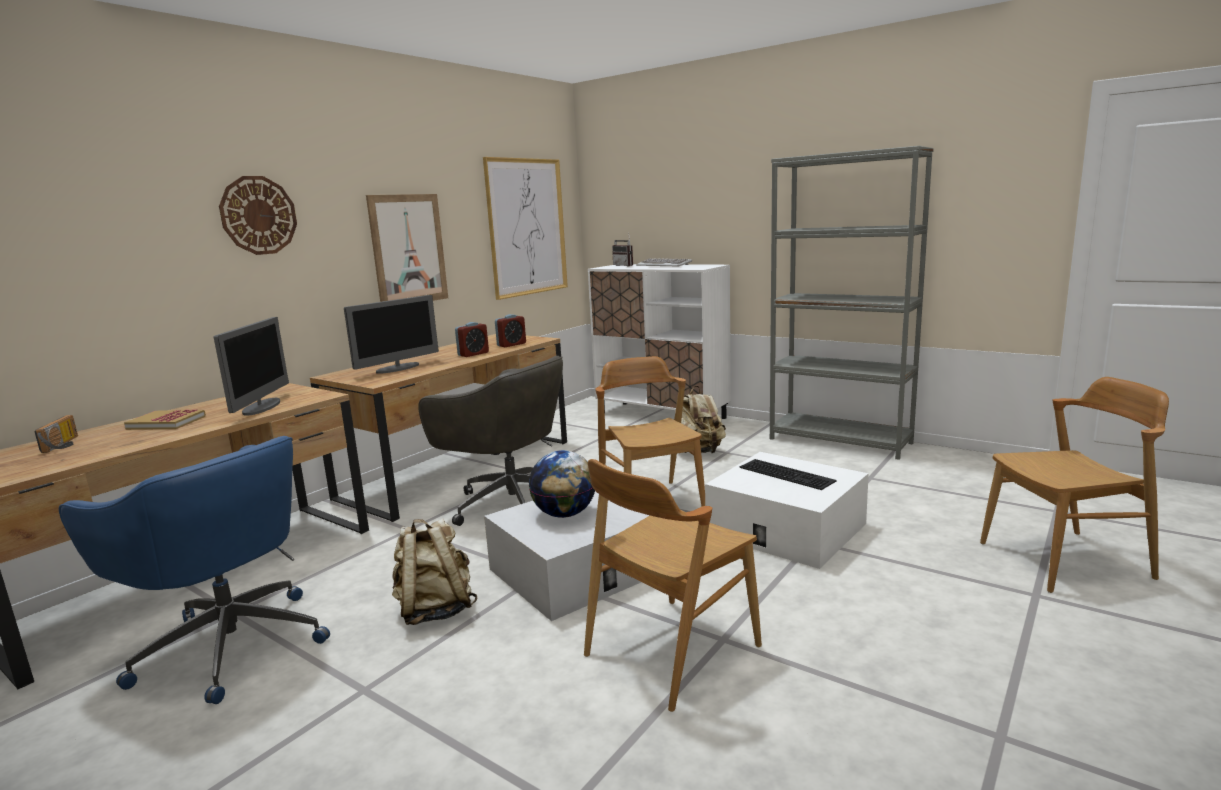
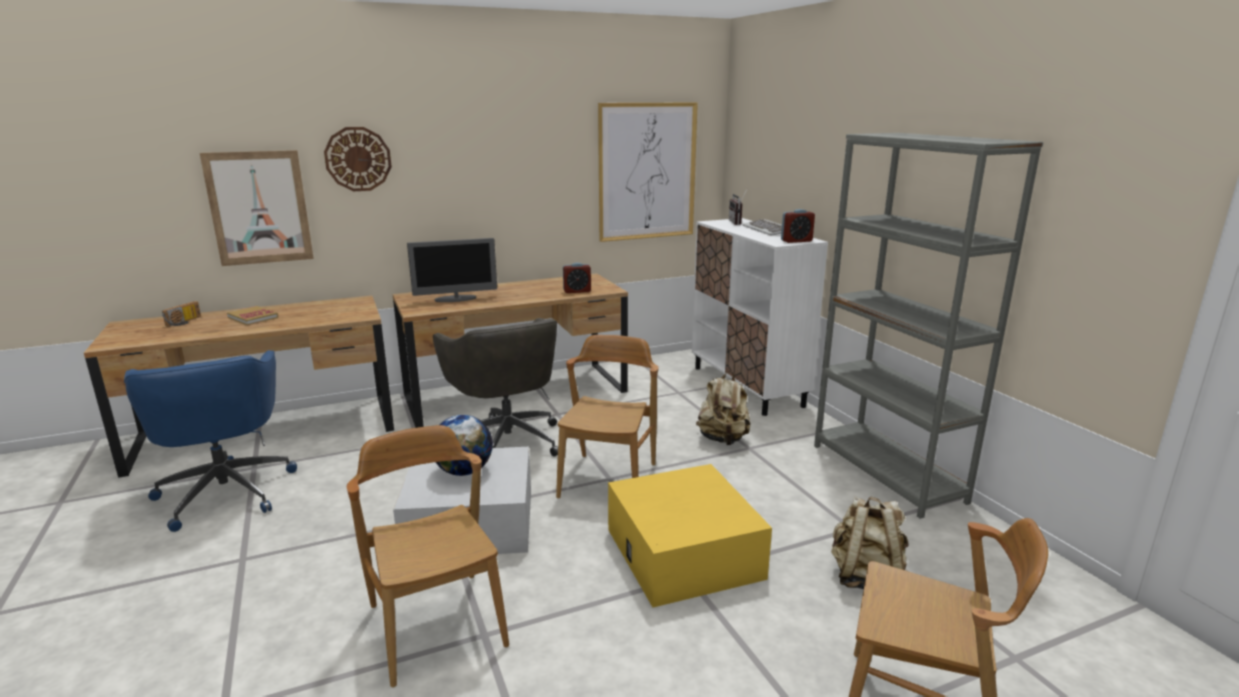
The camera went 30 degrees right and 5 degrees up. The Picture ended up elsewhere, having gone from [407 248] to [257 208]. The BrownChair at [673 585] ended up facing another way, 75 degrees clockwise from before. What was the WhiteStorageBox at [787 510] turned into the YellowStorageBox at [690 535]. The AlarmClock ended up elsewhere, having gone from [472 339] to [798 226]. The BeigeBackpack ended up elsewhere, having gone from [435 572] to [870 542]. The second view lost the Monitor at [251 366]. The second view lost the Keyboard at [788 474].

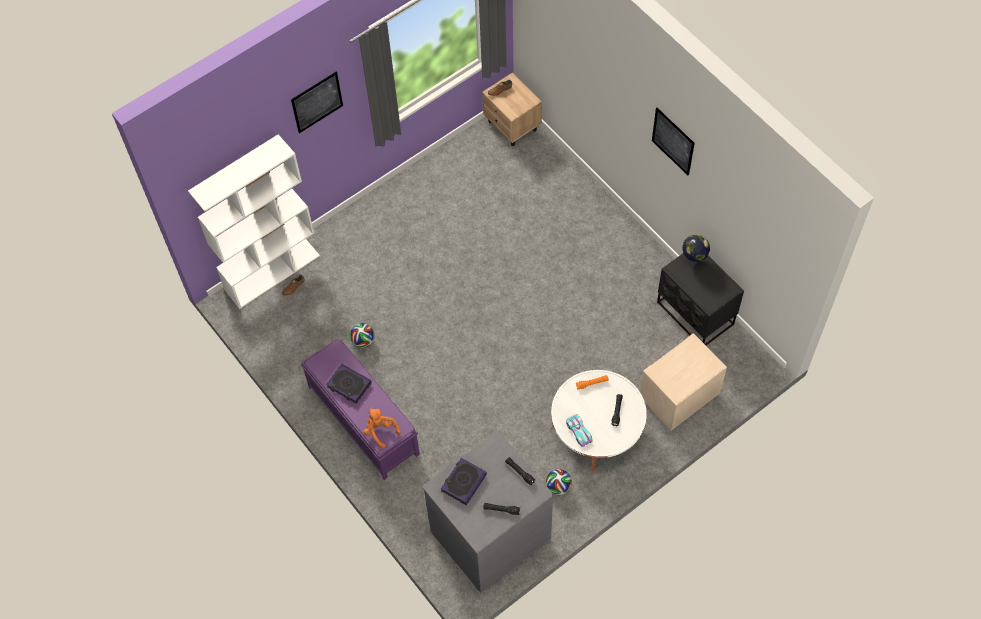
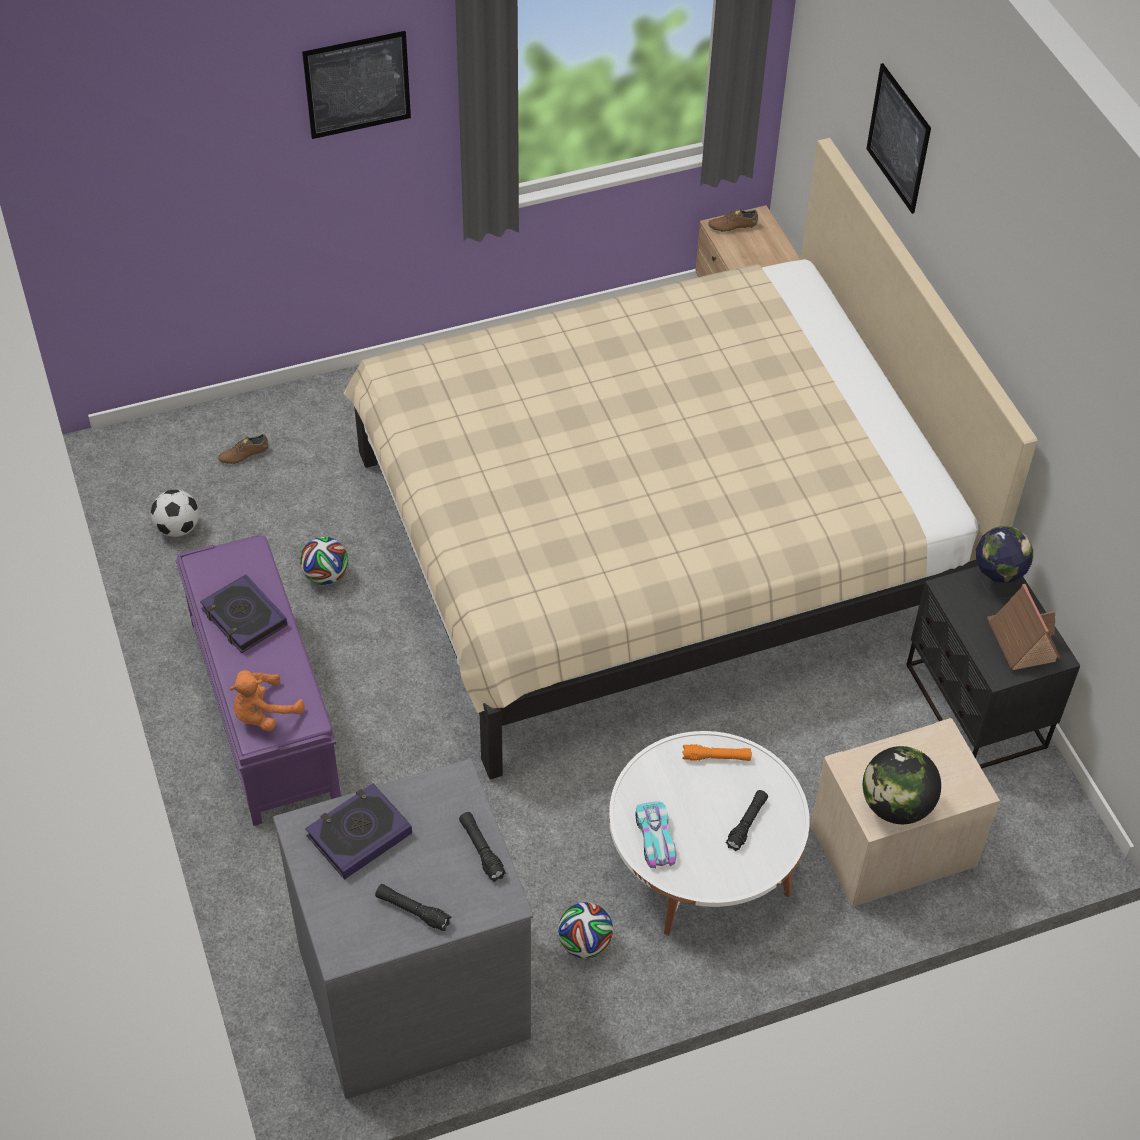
The camera went 15 degrees right and 10 degrees down. The second view gained the Football at [175 513]. The OrangePlushToy at [382 428] ended up facing another way, 105 degrees counterclockwise from before. The second view gained the BeigeBed at [690 458]. The second view gained the Globe at [902 785]. The Picture ended up elsewhere, having gone from [673 141] to [898 138]. The second view gained the ToyHouse at [1024 627]. The second view lost the WhiteBookcase at [254 221].

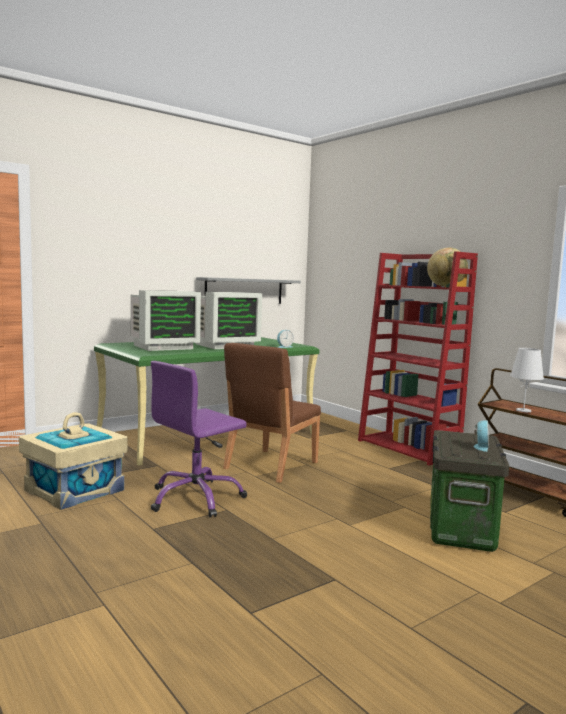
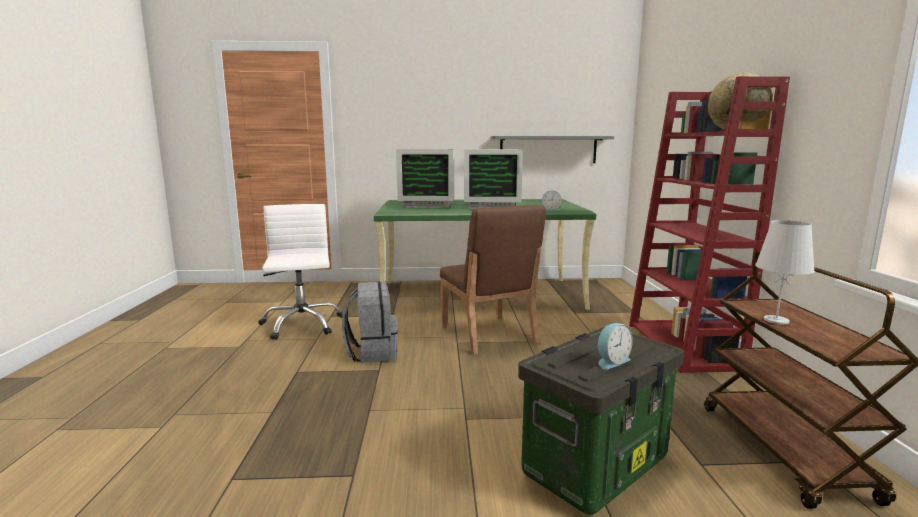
The camera went 35 degrees right and 5 degrees up. Where the BeigeStorageBox stood at [73 461], the WhiteOfficeChair came to stand at [301 272]. Where the PurpleOfficeChair stood at [199 439], the GreyBackpack came to stand at [370 322]. The BrownChair at [272 413] ended up facing another way, 90 degrees counterclockwise from before.

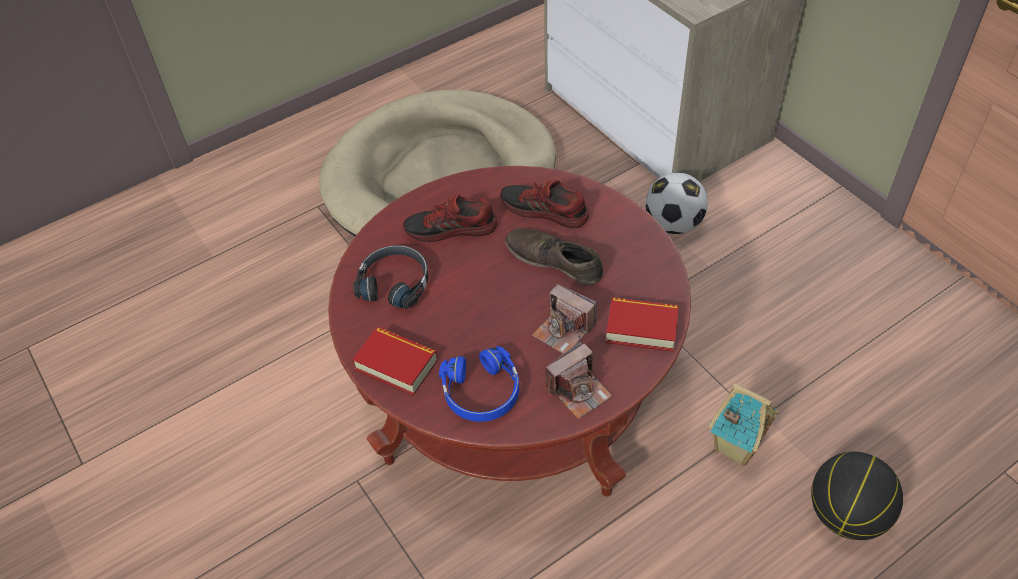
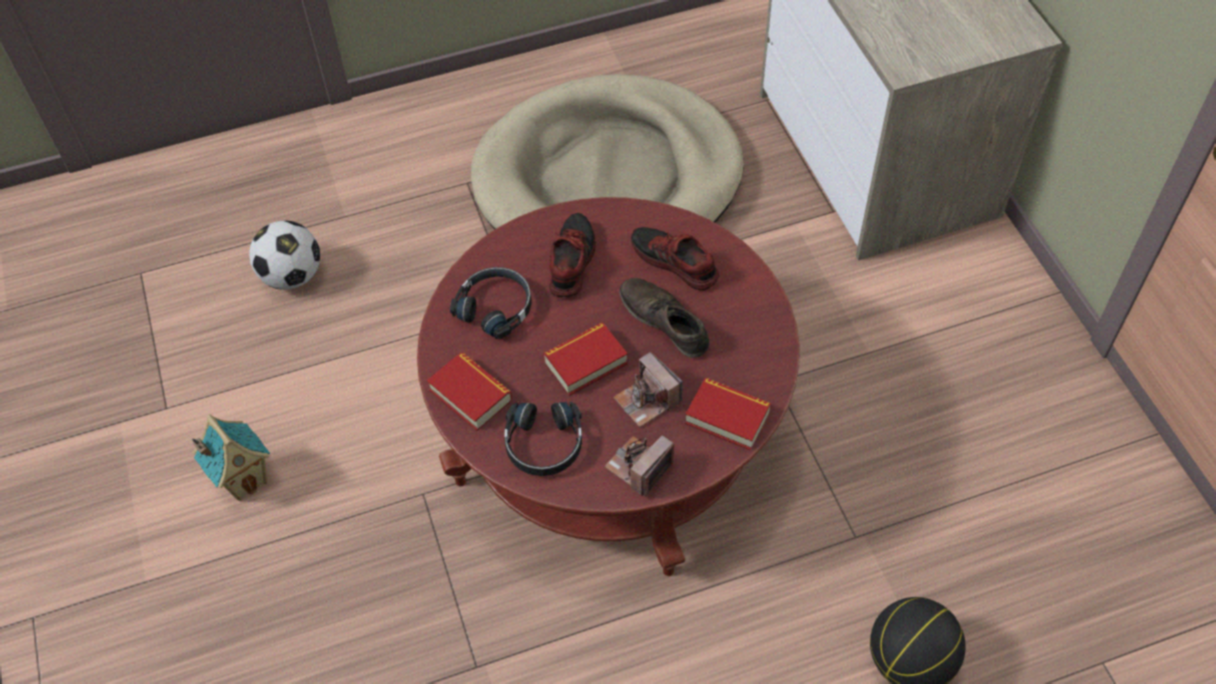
The camera went 15 degrees right and 5 degrees up. The ToyHouse ended up elsewhere, having gone from [744 424] to [231 458]. The Football ended up elsewhere, having gone from [676 203] to [284 255]. What was the BlueHeadphones at [479 384] turned into the BlackHeadphones at [543 439]. The second view gained the Book at [585 359]. The Shoe at [450 218] ended up facing another way, 90 degrees clockwise from before. The PhotoCamera at [579 380] ended up facing another way, 150 degrees clockwise from before.

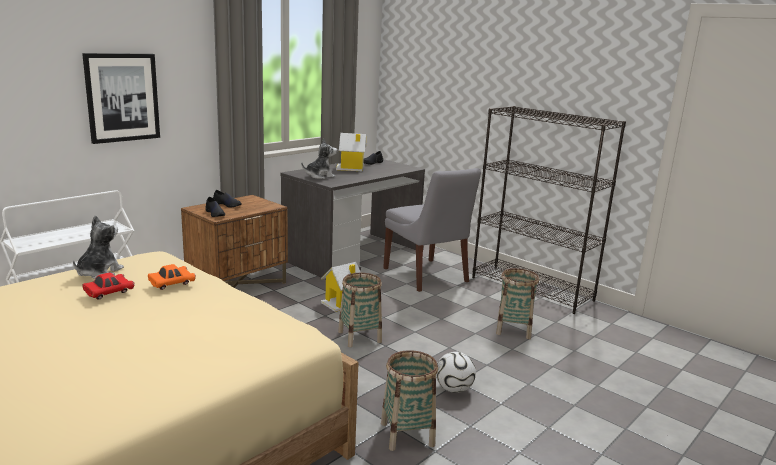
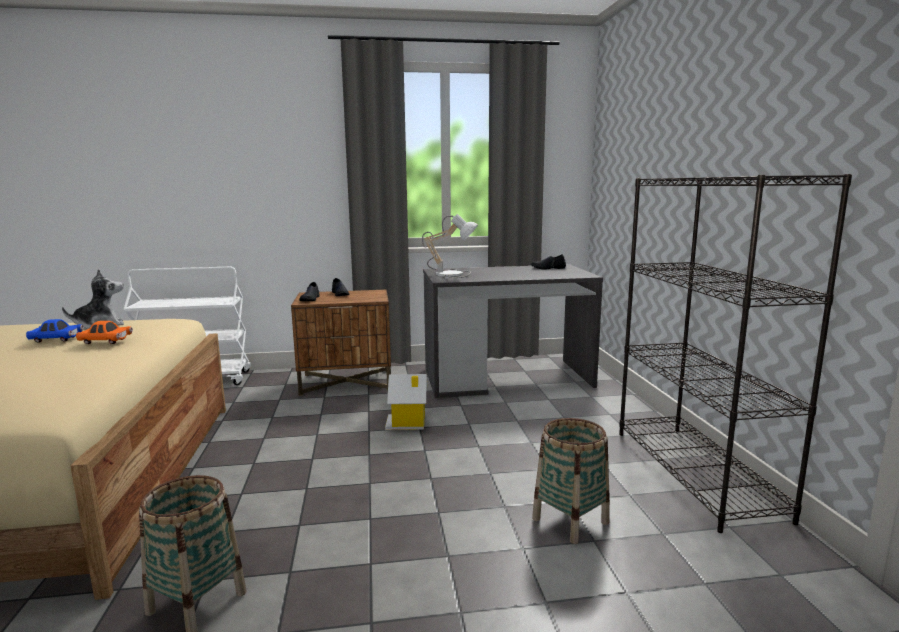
The camera went 40 degrees right and 5 degrees down. What was the RedToyCar at [108 286] turned into the BlueToyCar at [55 331]. Where the PlushToy stood at [319 158], the TableLamp came to stand at [450 246]. The second view lost the Picture at [121 98]. The second view lost the ToyHouse at [351 152]. The second view lost the Basket at [360 310]. The second view lost the GreyChair at [432 230]. The second view lost the Football at [456 372].

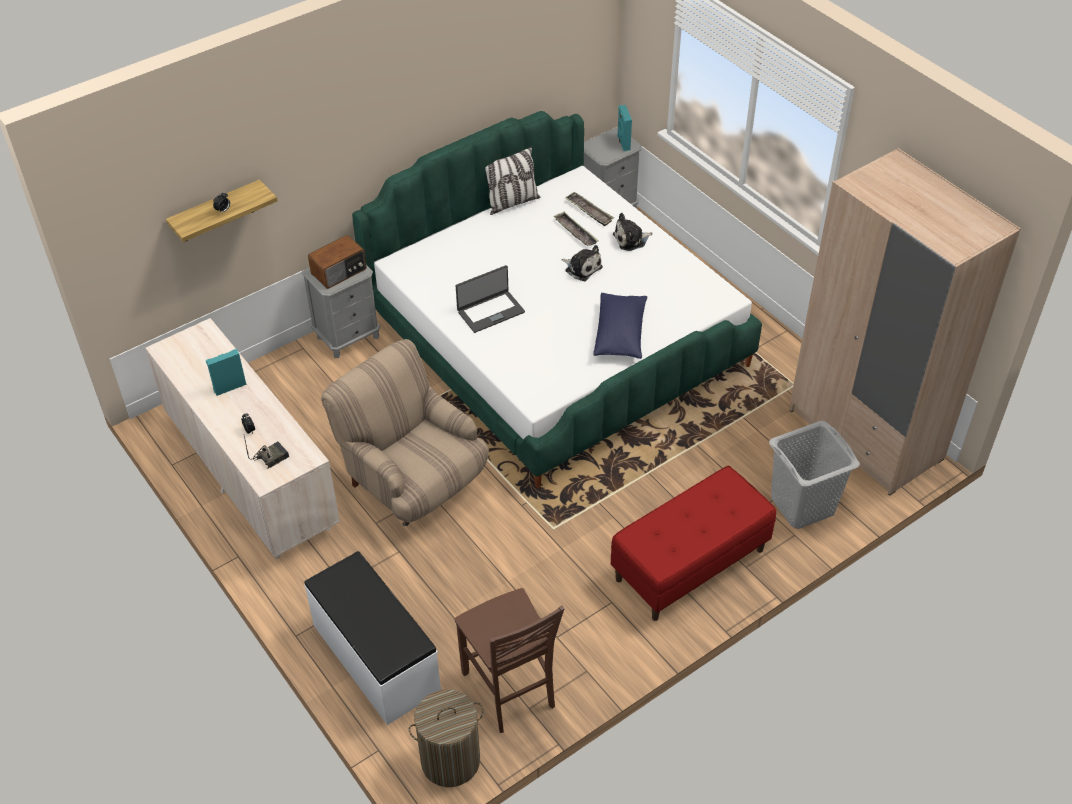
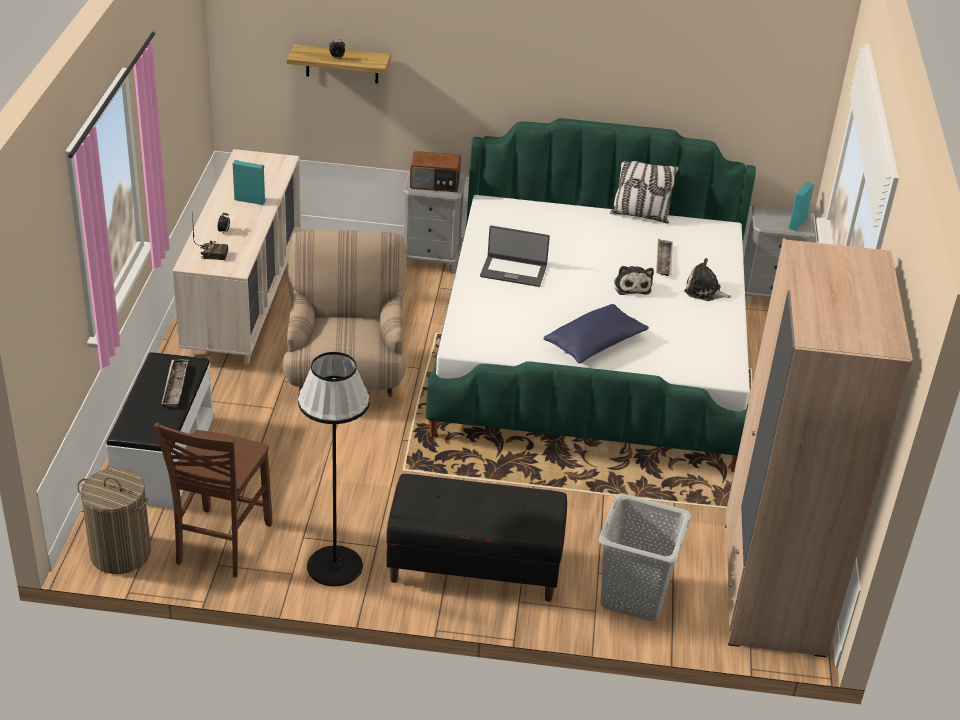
The camera went 40 degrees right and 10 degrees down. The Tray ended up elsewhere, having gone from [589 209] to [174 383]. The second view gained the BlackFloorLamp at [334 469]. What was the RedBench at [693 543] turned into the BlackBench at [476 538].

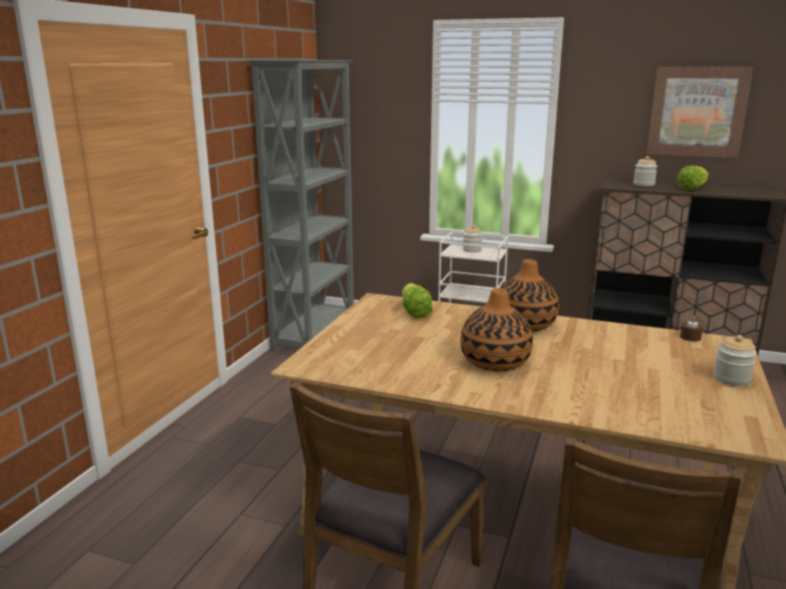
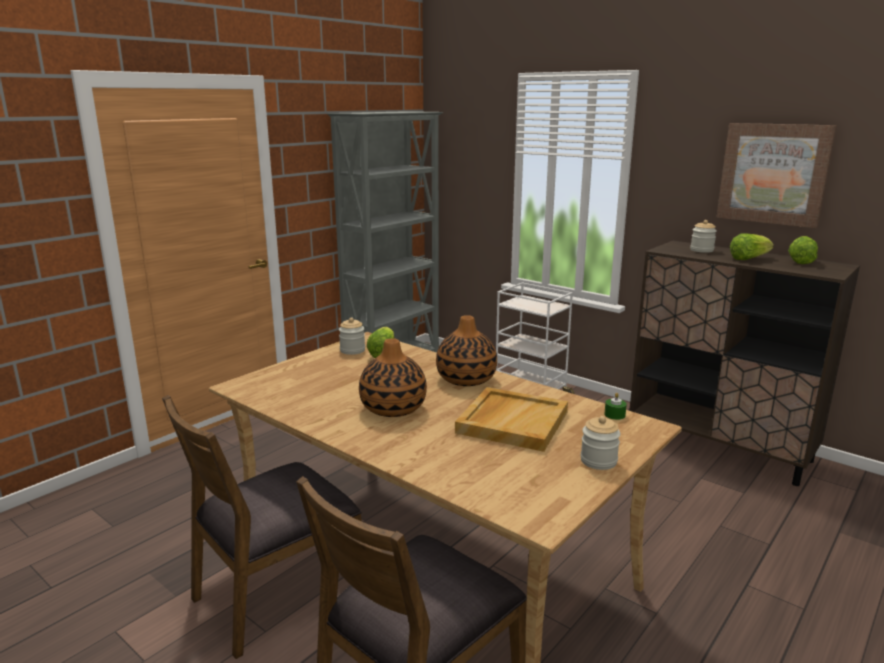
The camera went 20 degrees right and 0 degrees up. The Jar ended up elsewhere, having gone from [472 239] to [352 336]. The second view gained the BeigeTray at [511 419]. What was the BrownCandle at [691 328] turned into the GreenCandle at [616 406]. The second view gained the Lettuce at [803 250].

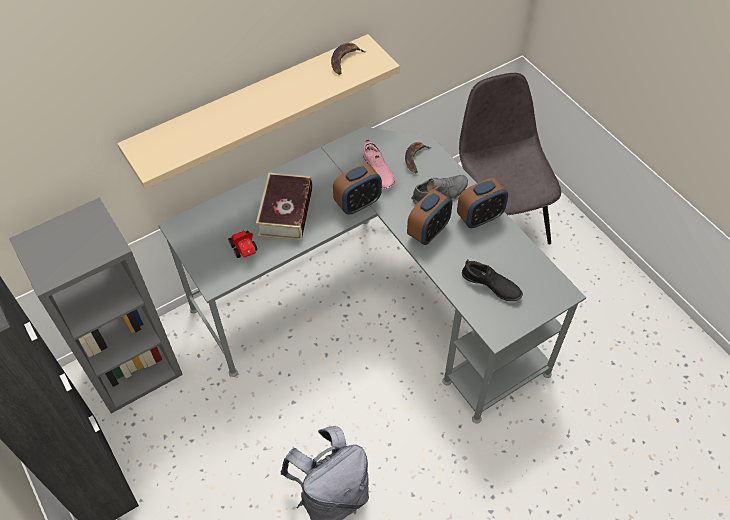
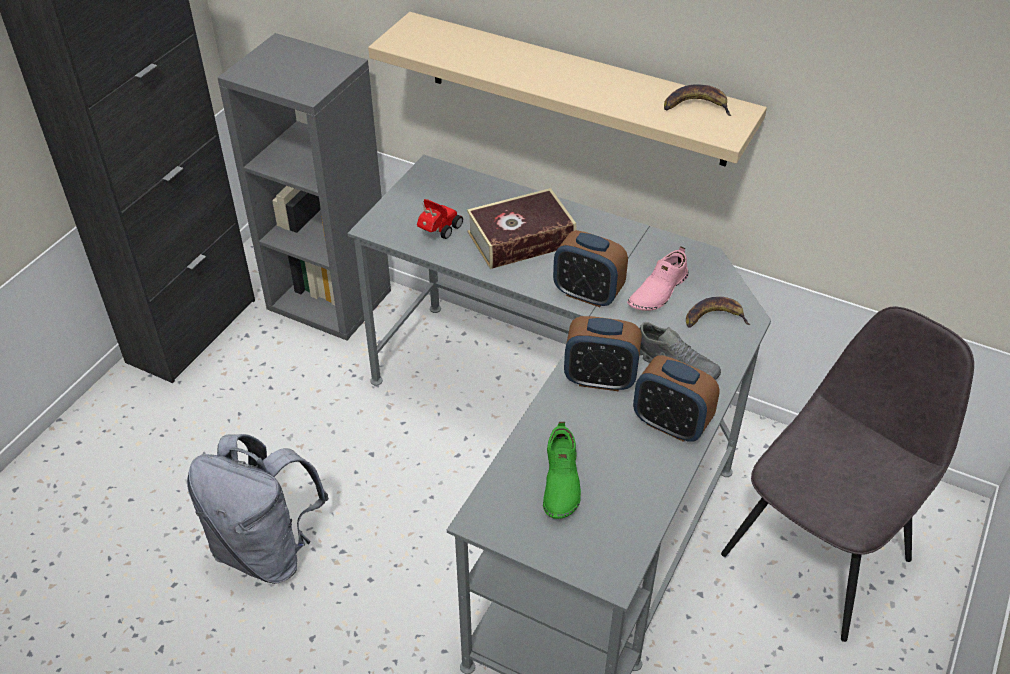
The camera went 60 degrees right and 10 degrees down. What was the BlackShoe at [492 280] turned into the GreenShoe at [562 470].

